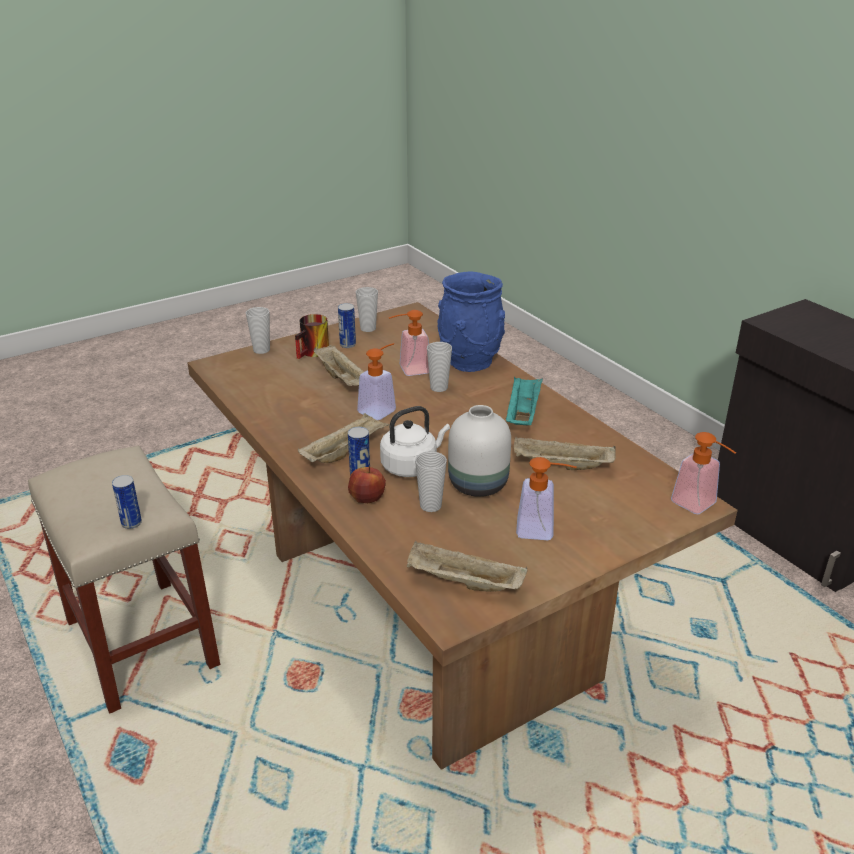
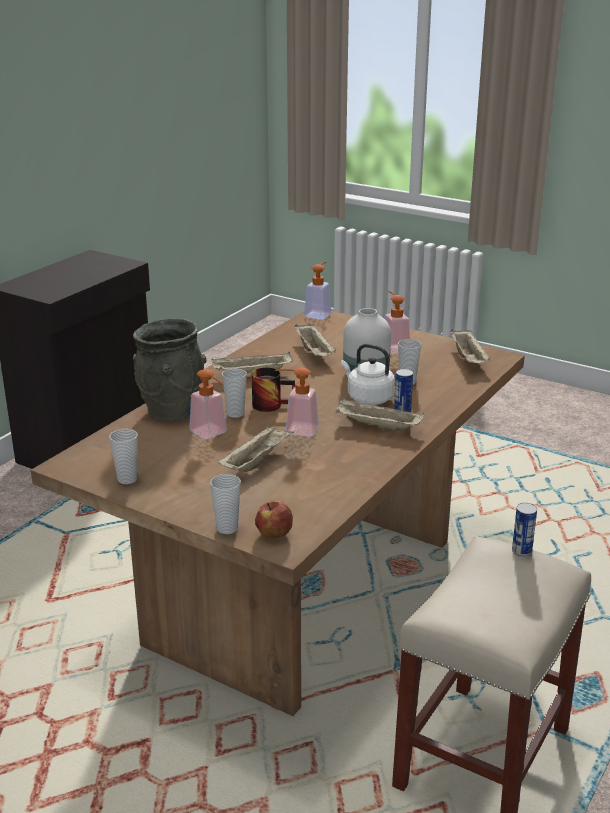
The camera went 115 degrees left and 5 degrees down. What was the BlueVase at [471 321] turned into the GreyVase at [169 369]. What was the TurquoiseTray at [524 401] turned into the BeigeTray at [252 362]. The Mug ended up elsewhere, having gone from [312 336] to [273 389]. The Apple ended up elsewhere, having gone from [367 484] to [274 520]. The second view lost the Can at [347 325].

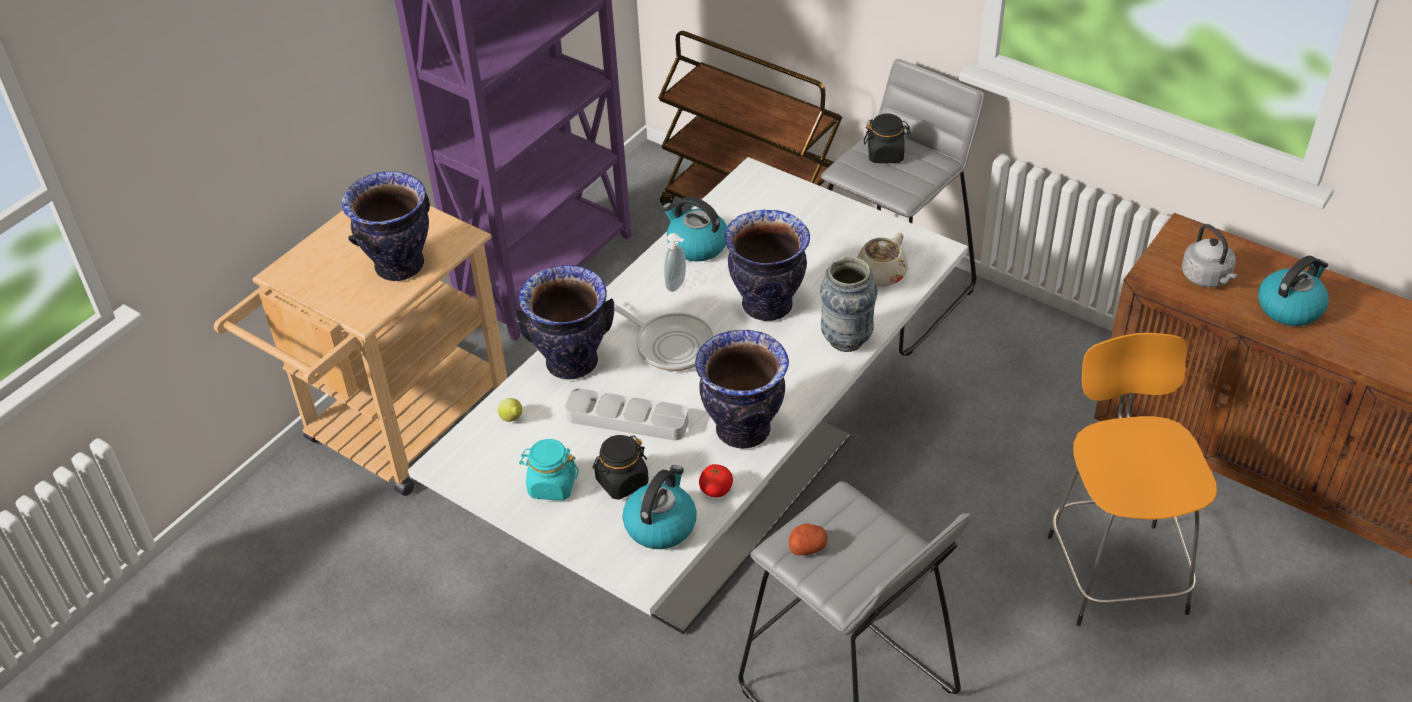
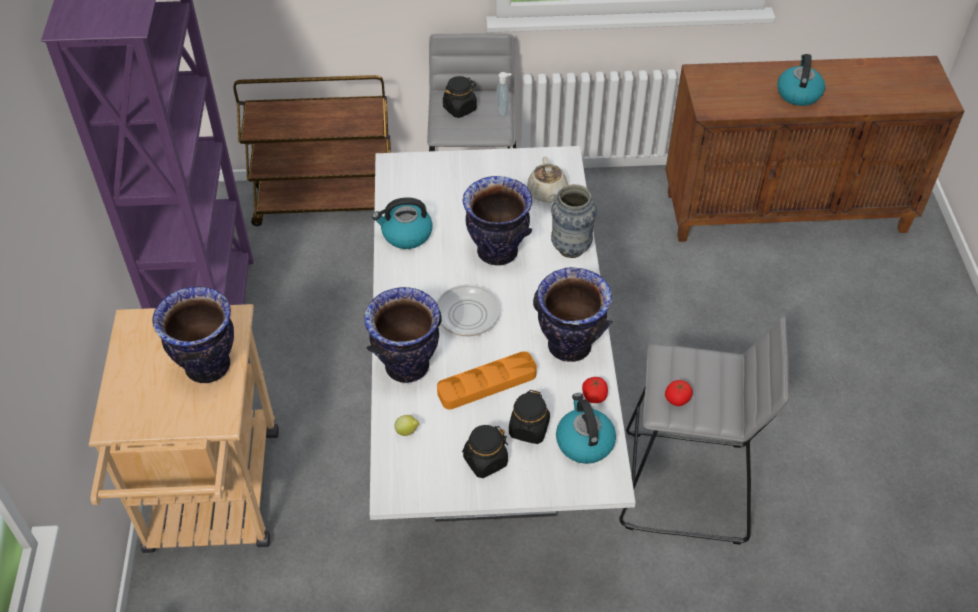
The camera went 40 degrees left and 5 degrees up. What was the GreyTray at [627 414] turned into the OrangeTray at [487 380]. What was the TurquoiseJar at [549 469] turned into the BlackJar at [485 451]. The SoapDispenser ended up elsewhere, having gone from [675 262] to [503 94]. Where the Potato stood at [808 539], the Tomato came to stand at [679 393]. The second view lost the OrangeStool at [1132 479]. The second view lost the GreyKettle at [1209 255].

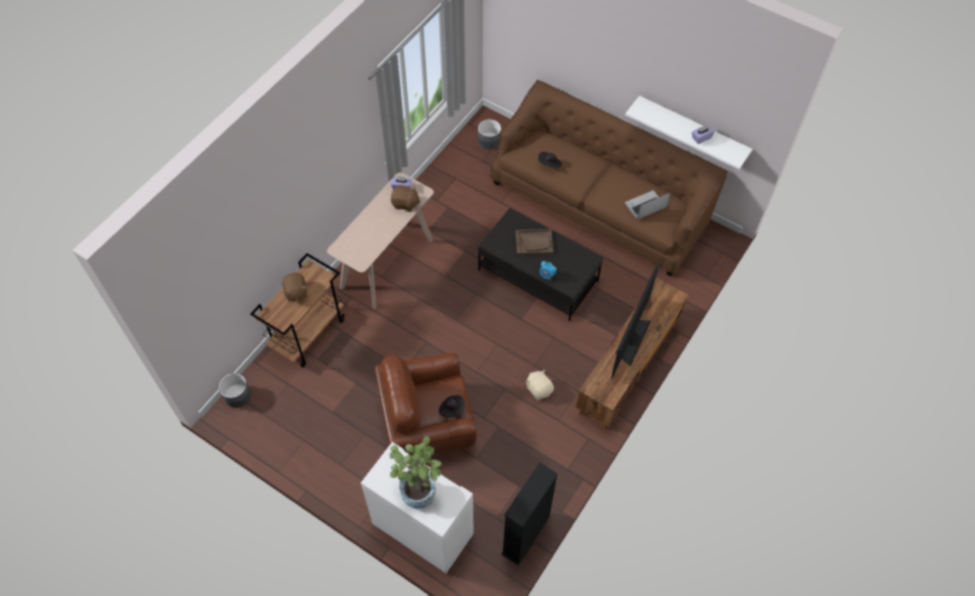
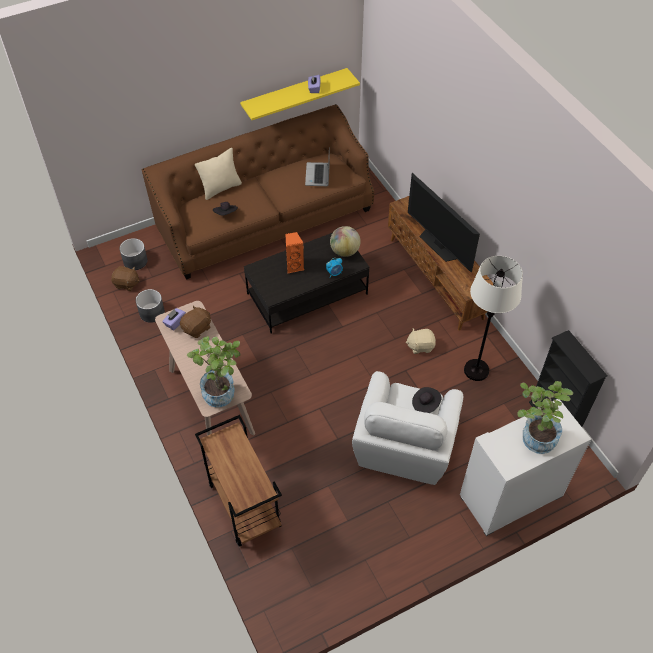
The camera went 60 degrees left and 5 degrees down. The BrownPlushToy ended up elsewhere, having gone from [294 287] to [125 278]. The GreyPlanter ended up elsewhere, having gone from [235 390] to [150 306]. The second view gained the PottedPlant at [213 371]. The second view gained the BeigePillow at [218 174]. What was the WhiteShelf at [688 133] turned into the YellowShelf at [300 94]. Where the BrownTray stood at [534 242], the OrangeSpeaker came to stand at [294 252]. The second view gained the Globe at [345 241]. What was the BrownArmchair at [426 404] turned into the WhiteArmchair at [407 428]. The second view gained the WhiteFloorLamp at [493 318].

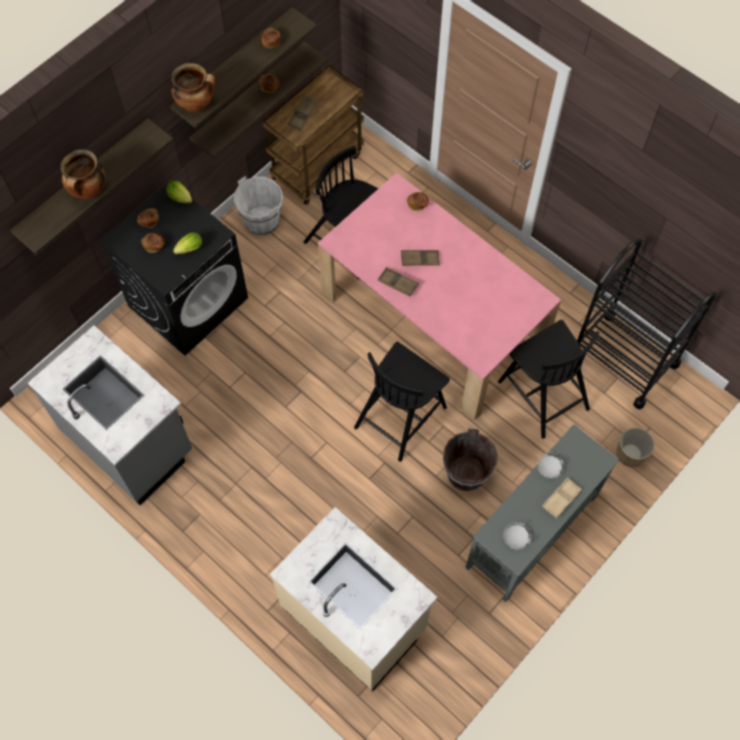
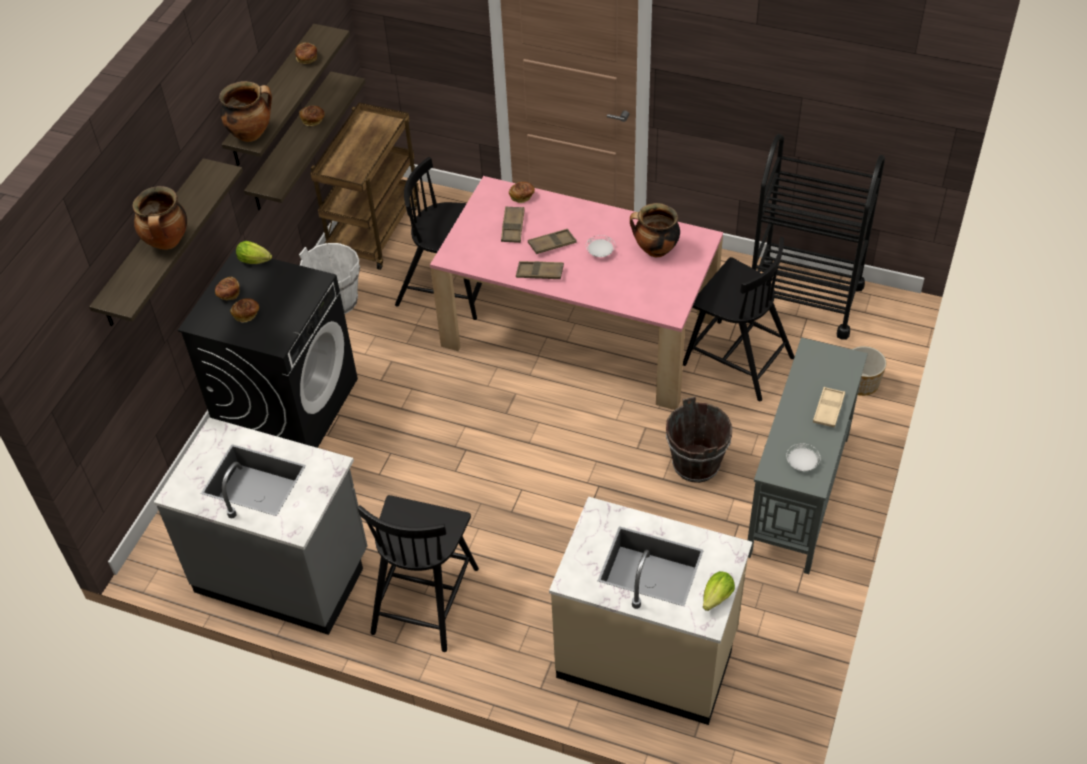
The camera went 20 degrees left and 15 degrees down. The BlackChair ended up elsewhere, having gone from [402 402] to [418 573]. The BrownTray ended up elsewhere, having gone from [302 113] to [513 224]. The WhitePlate ended up elsewhere, having gone from [550 465] to [600 246]. The second view gained the CookingPot at [655 230]. The Lettuce ended up elsewhere, having gone from [187 243] to [719 591].

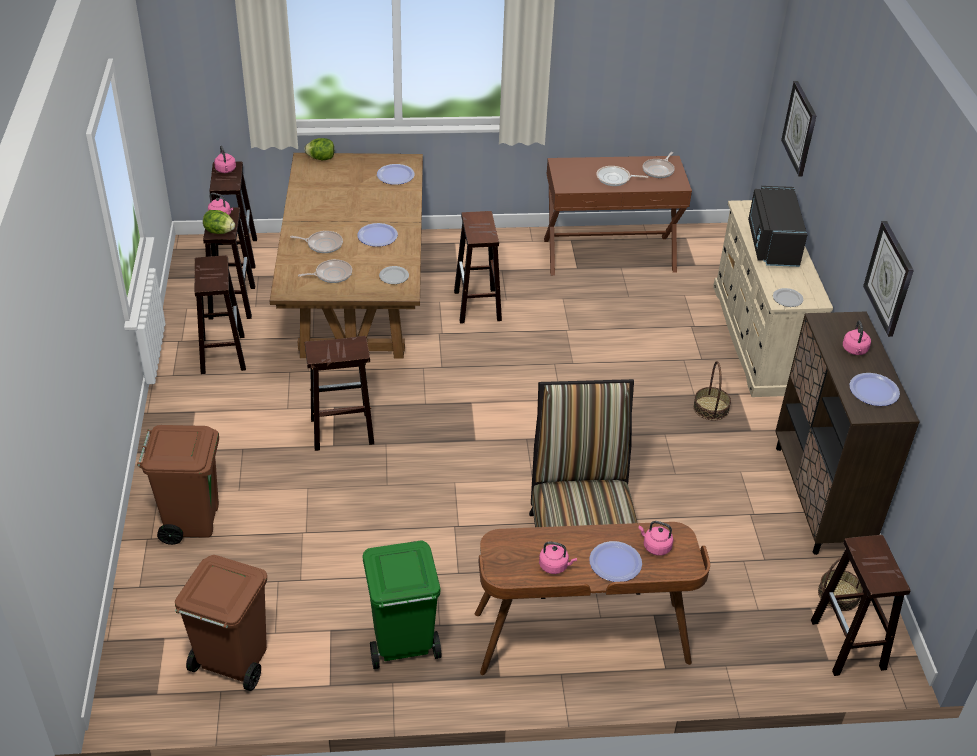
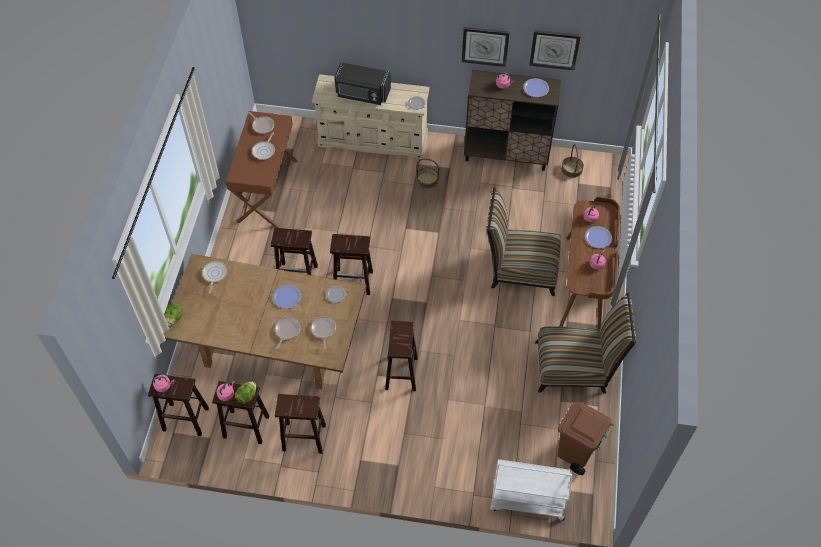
The camera went 75 degrees left and 15 degrees up. Where the Plate stood at [396 174], the FryingPan came to stand at [214 277]. The BrownStool ended up elsewhere, having gone from [861 605] to [351 264]. The second view gained the WhiteCart at [531 490]. The WallClock ended up elsewhere, having gone from [798 129] to [555 50]. Where the GreenTrashCan stood at [401 604], the Chair came to stand at [585 343]. The second view lost the BrownTrashCan at [178 485].

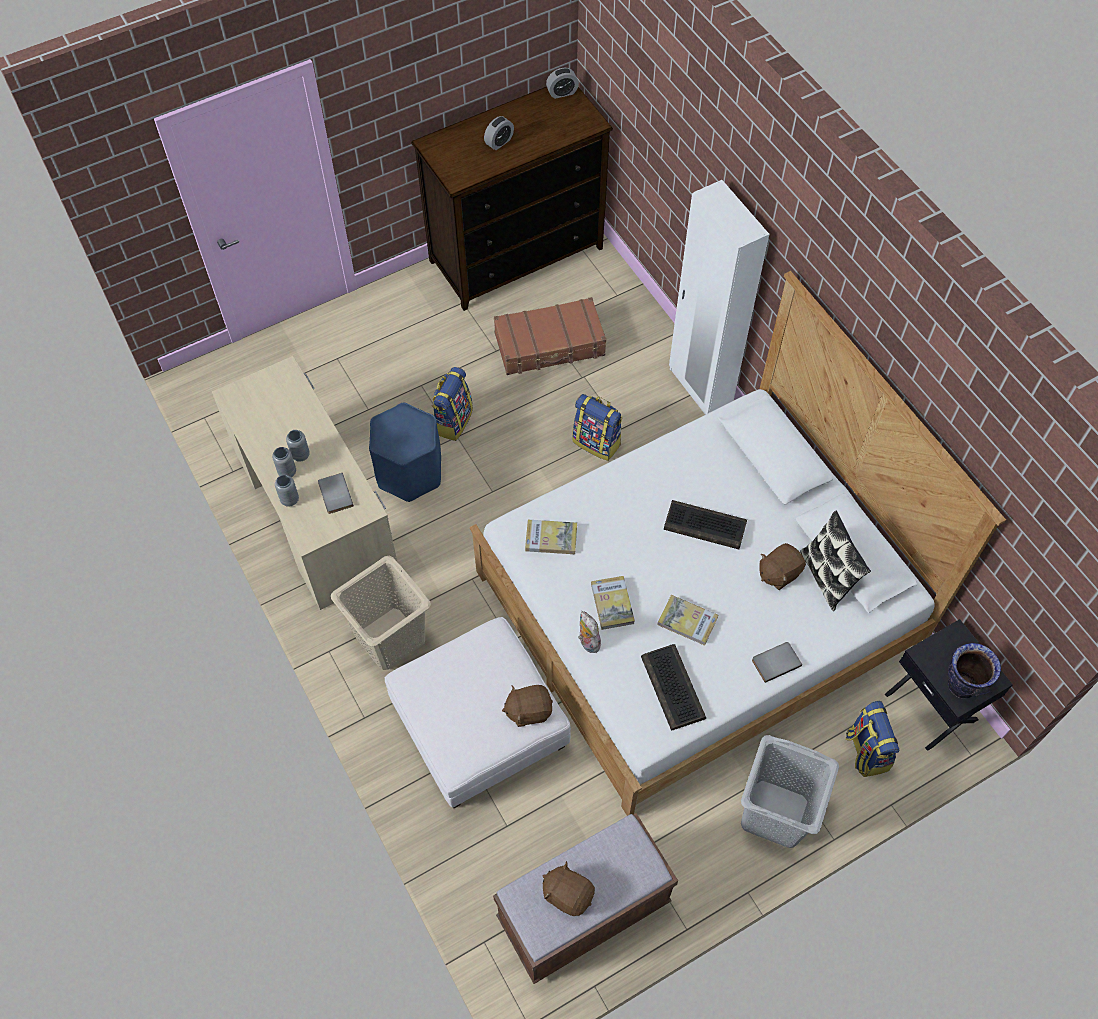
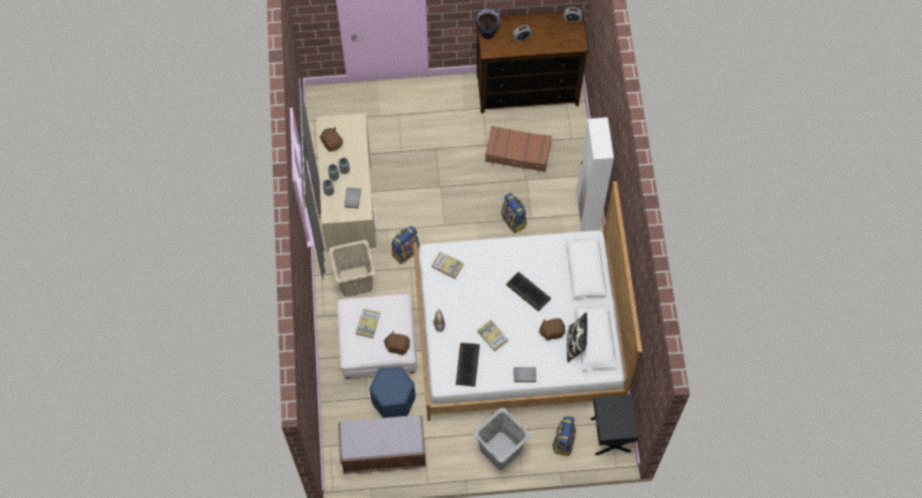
The camera went 25 degrees right and 5 degrees up. The BrownPlushToy ended up elsewhere, having gone from [568 888] to [331 139]. The Book ended up elsewhere, having gone from [613 603] to [368 323]. The BlueStool ended up elsewhere, having gone from [405 452] to [392 392]. The Backpack ended up elsewhere, having gone from [452 404] to [405 245]. The Vase ended up elsewhere, having gone from [974 670] to [488 24].

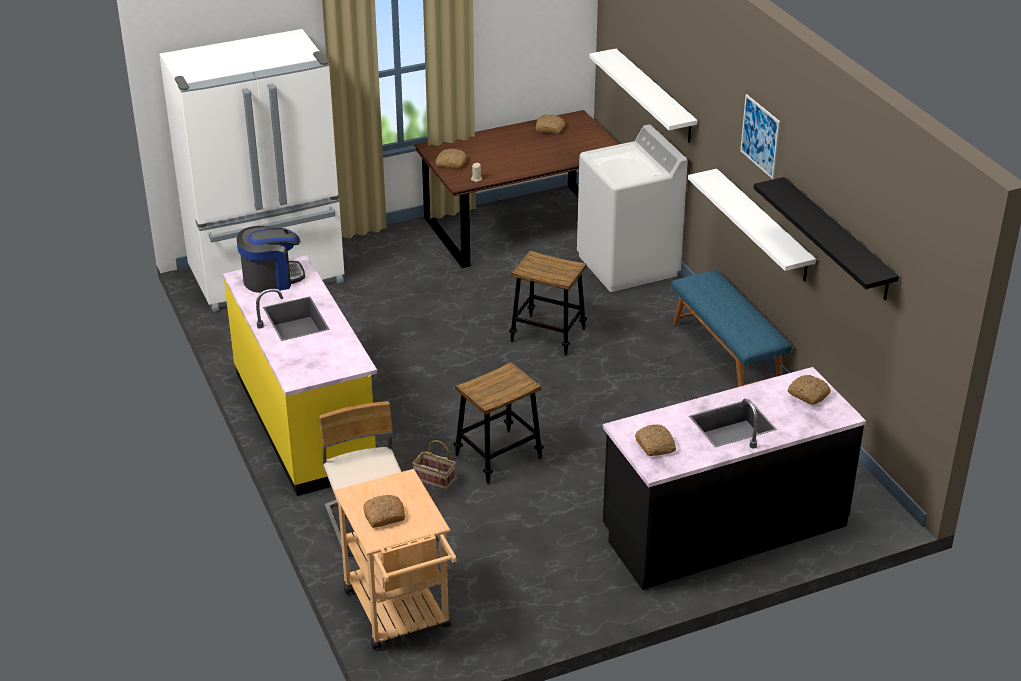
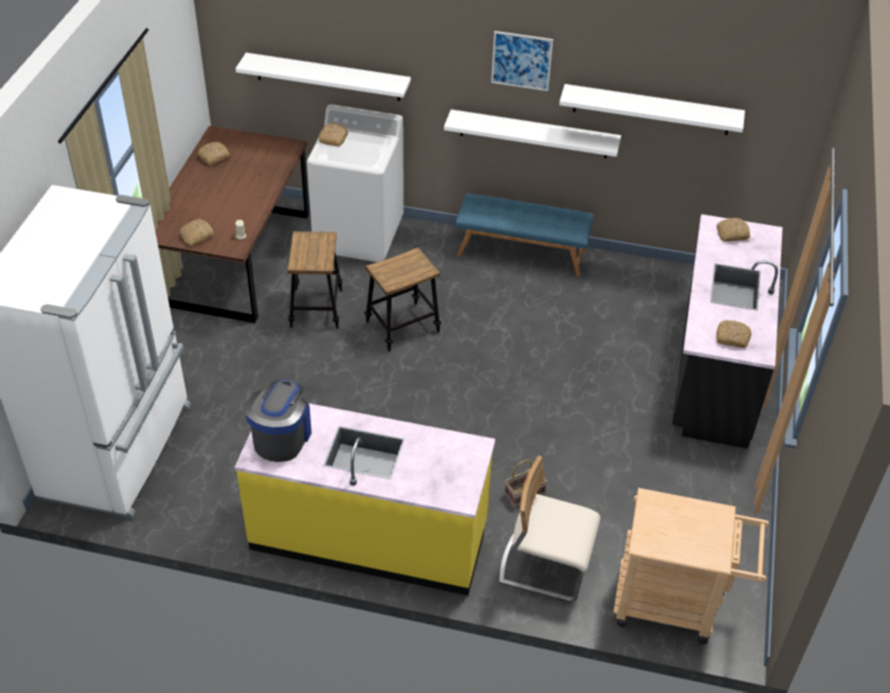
The camera went 55 degrees left and 10 degrees up. The Stool ended up elsewhere, having gone from [498 423] to [315 280]. The Bread ended up elsewhere, having gone from [384 511] to [333 135]. What was the BlackShelf at [826 238] turned into the WhiteShelf at [652 109].

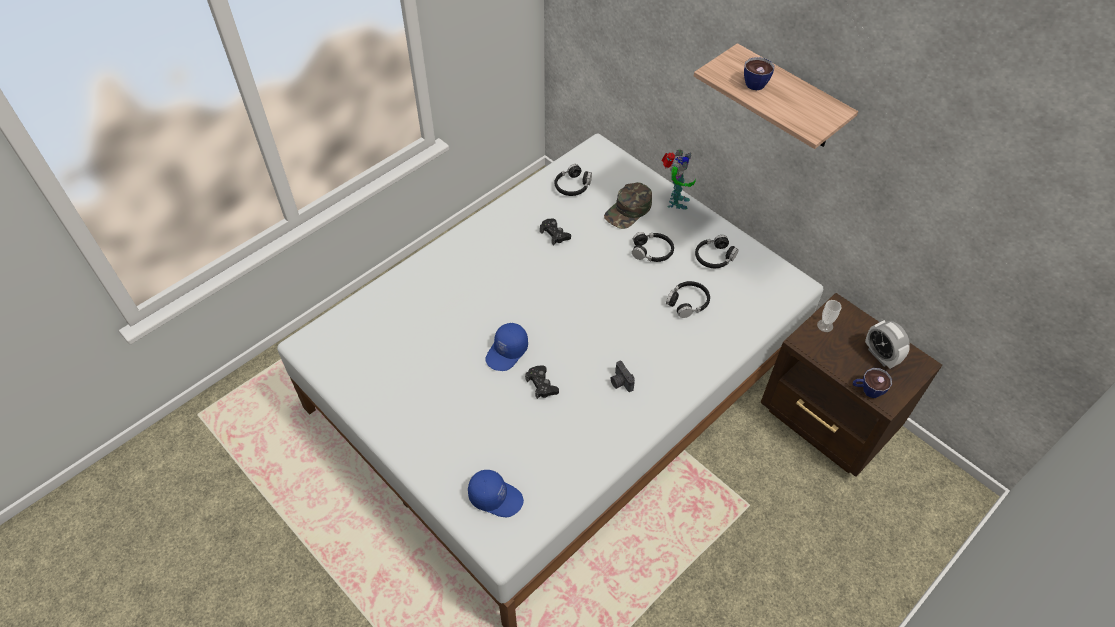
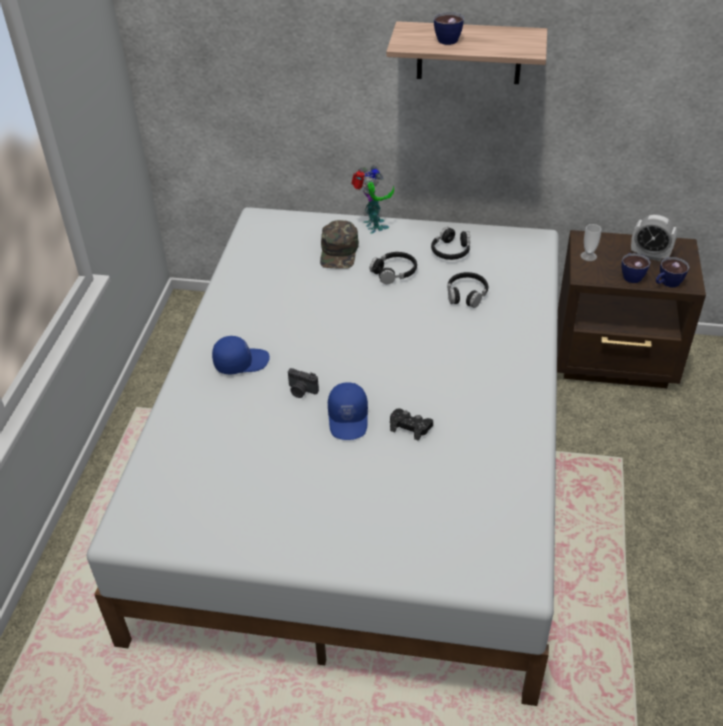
The camera went 35 degrees left and 10 degrees down. The BlueCap ended up elsewhere, having gone from [496 493] to [241 355]. The PhotoCamera ended up elsewhere, having gone from [622 376] to [303 383]. The second view gained the Cup at [636 268]. The second view lost the BlackGameController at [555 231]. The second view lost the BlackHeadphones at [573 180].

